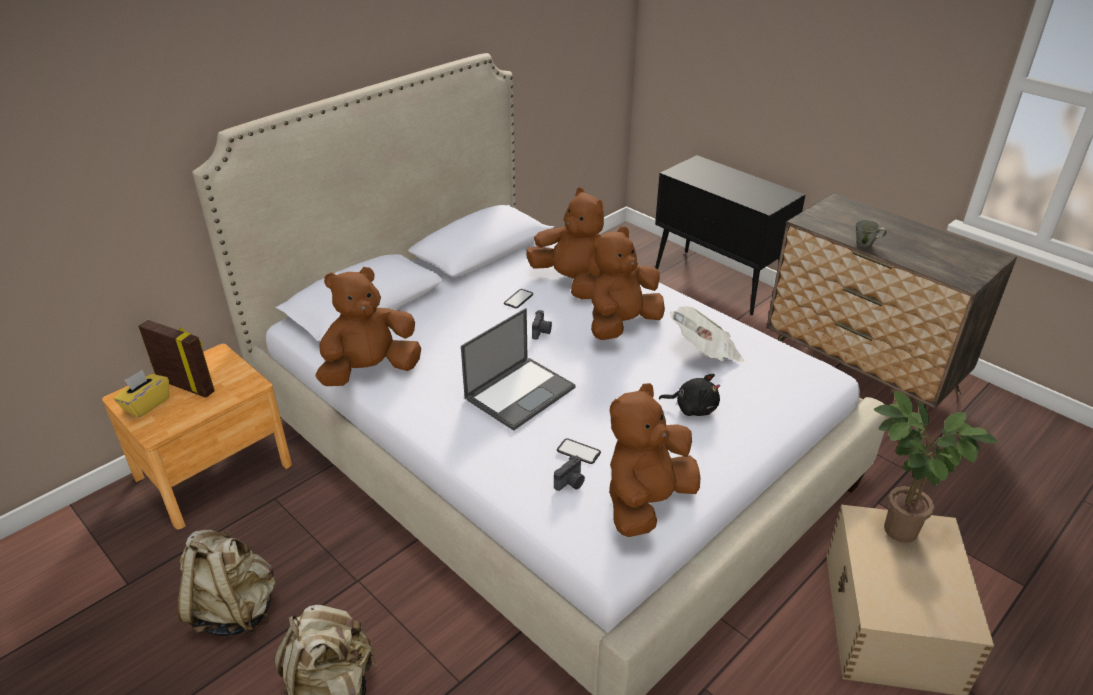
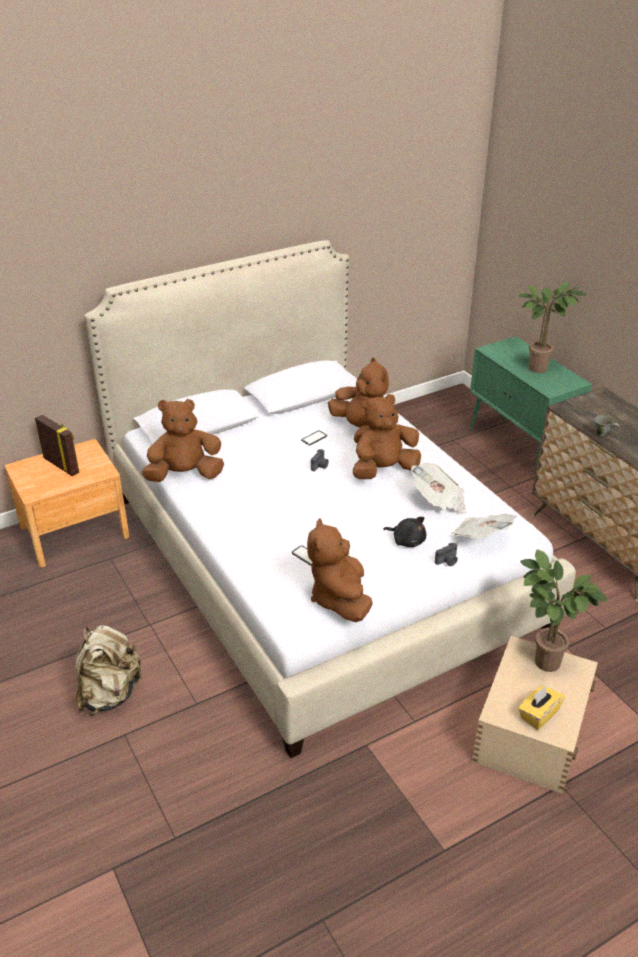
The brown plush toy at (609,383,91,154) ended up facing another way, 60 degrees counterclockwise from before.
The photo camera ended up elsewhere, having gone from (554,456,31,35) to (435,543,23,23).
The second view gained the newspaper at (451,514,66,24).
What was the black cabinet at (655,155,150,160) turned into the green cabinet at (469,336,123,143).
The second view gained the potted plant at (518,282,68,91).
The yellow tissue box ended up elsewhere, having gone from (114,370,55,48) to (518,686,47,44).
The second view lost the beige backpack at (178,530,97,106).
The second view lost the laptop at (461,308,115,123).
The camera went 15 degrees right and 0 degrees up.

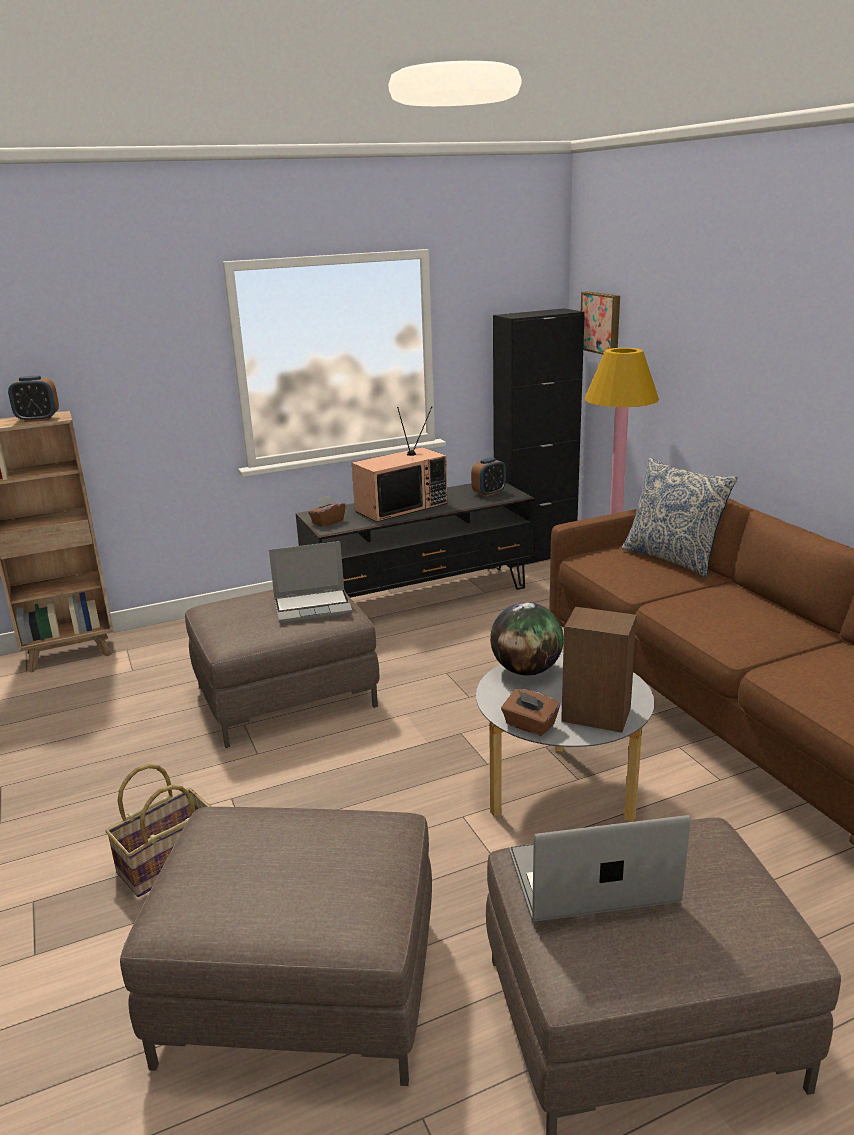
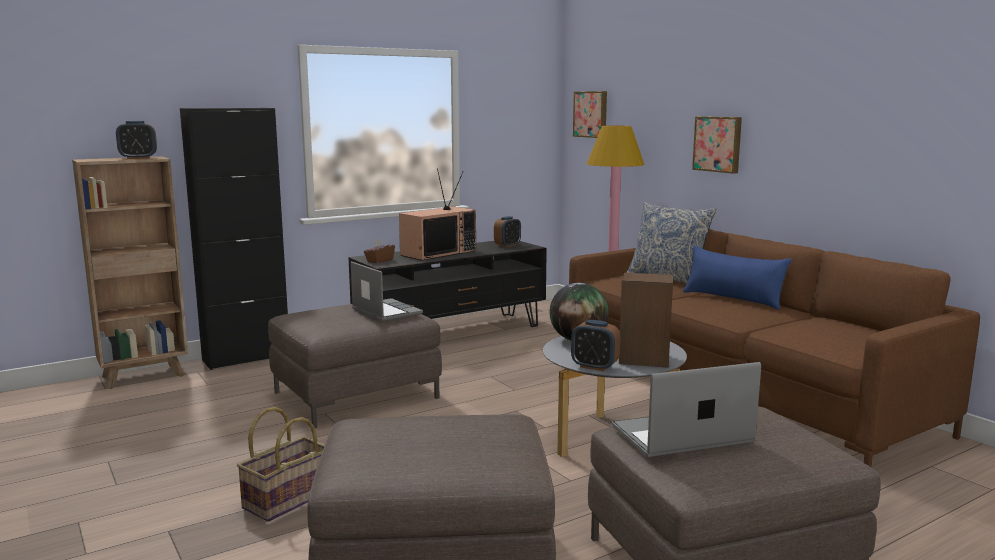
The black cabinet ended up elsewhere, having gone from (493,308,92,260) to (180,108,108,262).
The laptop at (269,541,83,83) ended up facing another way, 105 degrees counterclockwise from before.
Where the brown tissue box stood at (501,689,59,47), the alarm clock came to stand at (571,320,50,51).
The second view gained the blue pillow at (683,246,109,64).
The second view gained the picture at (692,116,50,58).
The camera went 10 degrees left and 10 degrees down.

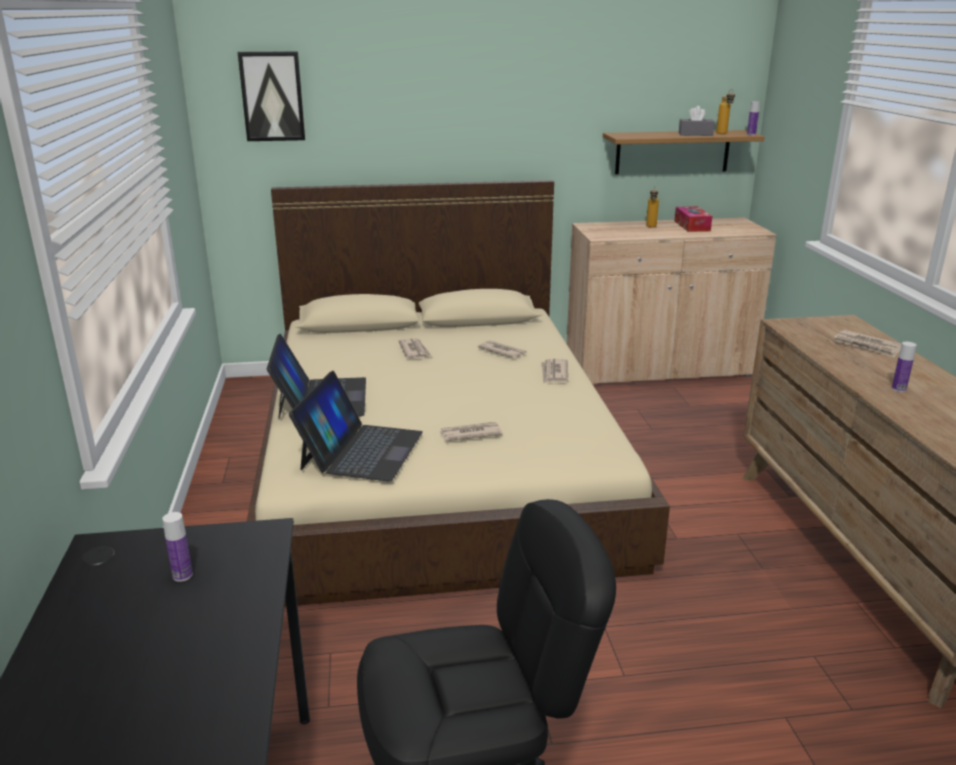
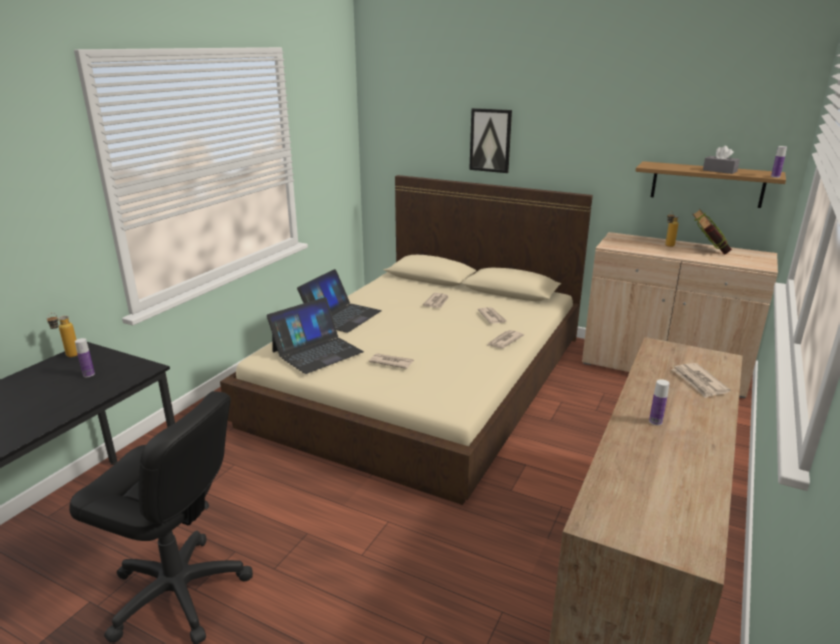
The bottle ended up elsewhere, having gone from (716,89,19,45) to (47,313,31,44).
The picture ended up elsewhere, having gone from (238,51,67,90) to (469,108,43,65).
Where the tissue box stood at (675,206,37,26), the book came to stand at (693,210,39,45).
The camera went 35 degrees right and 0 degrees up.

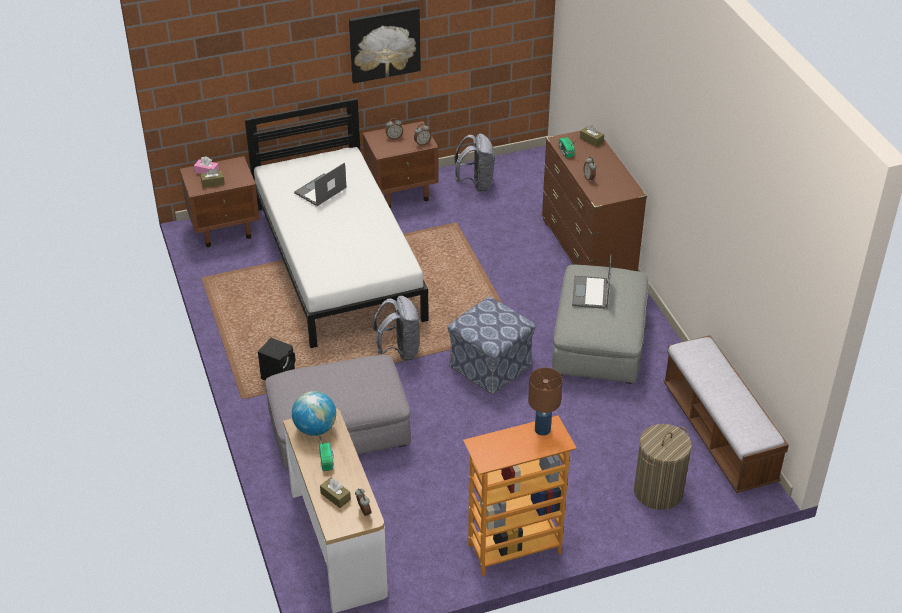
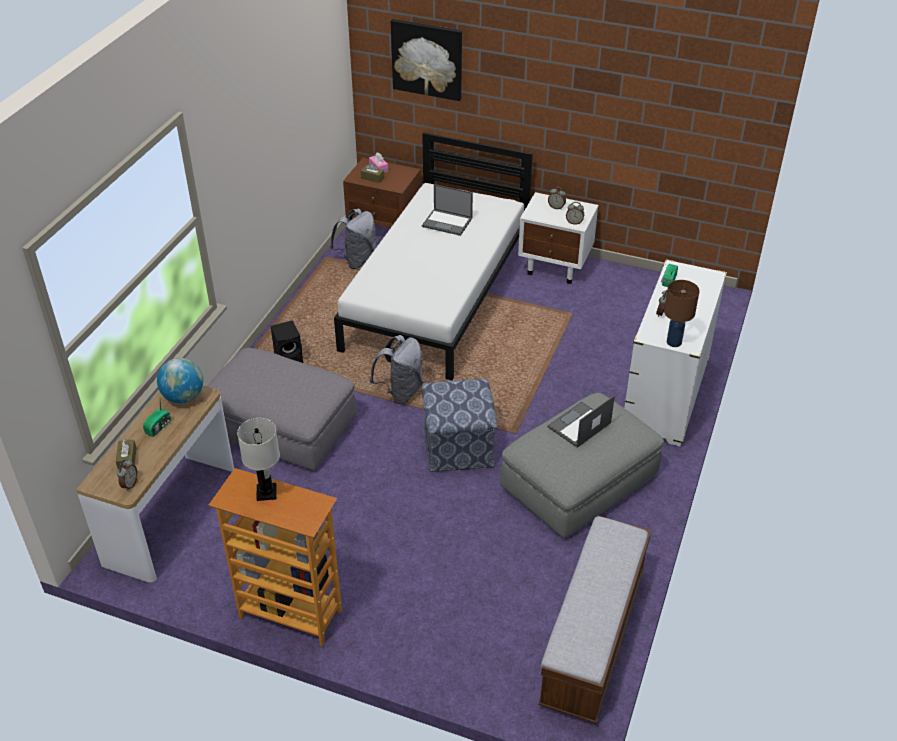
The second view gained the white table lamp at (237,418,43,83).
The grey backpack ended up elsewhere, having gone from (454,133,41,59) to (330,209,46,60).
The picture ended up elsewhere, having gone from (349,7,72,76) to (391,19,71,82).
The laptop at (294,162,53,44) ended up facing another way, 150 degrees counterclockwise from before.
What was the brown nightstand at (363,121,76,88) turned into the white nightstand at (518,192,80,92).
What was the brown dresser at (542,127,105,144) turned into the white dresser at (624,259,103,187).
The brown table lamp ended up elsewhere, having gone from (528,368,34,68) to (664,280,36,67).
The second view lost the brown tissue box at (580,125,24,22).
The second view lost the laundry basket at (634,424,58,86).
The camera went 40 degrees right and 0 degrees up.

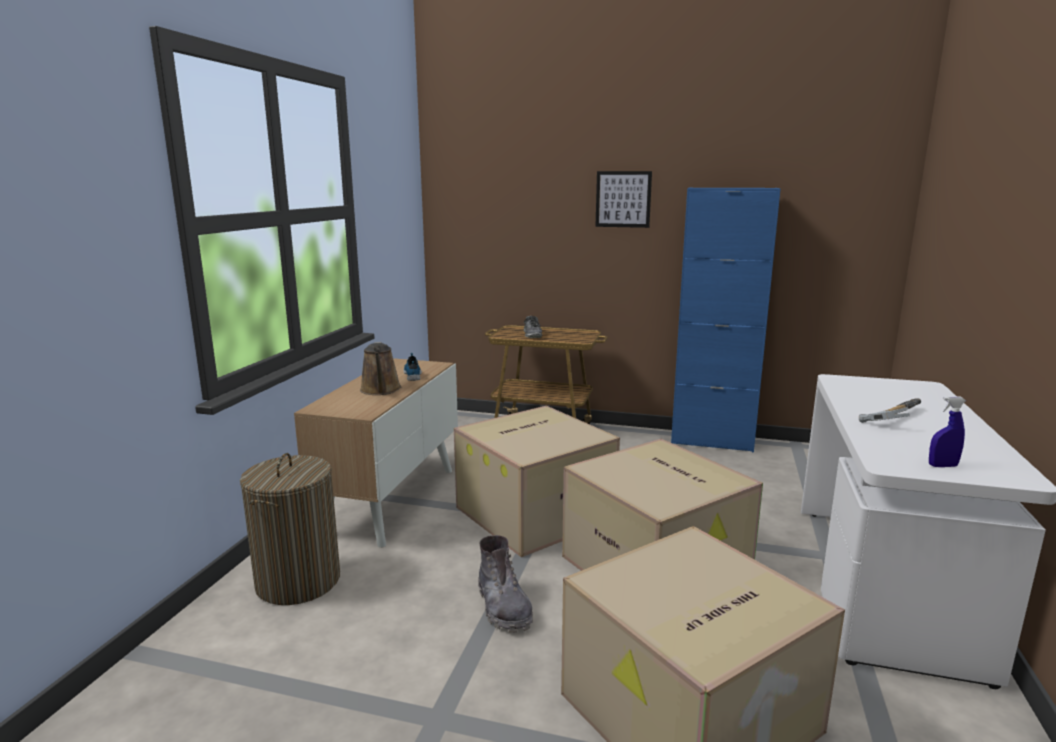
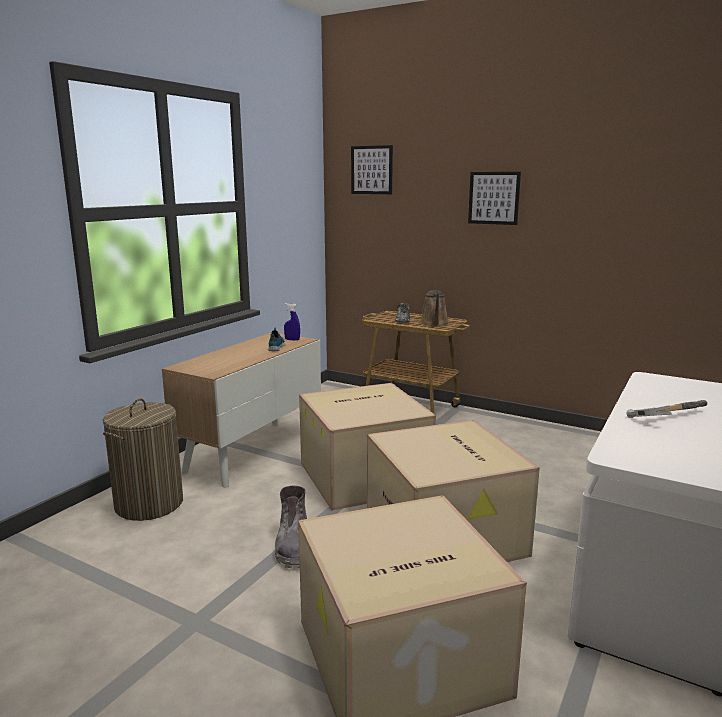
The blue spray bottle ended up elsewhere, having gone from (929,396,37,71) to (284,303,16,38).
The second view gained the picture at (351,145,42,49).
The brown watering can ended up elsewhere, having gone from (360,342,41,53) to (420,290,29,37).
The second view lost the blue cabinet at (671,188,110,265).
The camera went 15 degrees right and 0 degrees up.

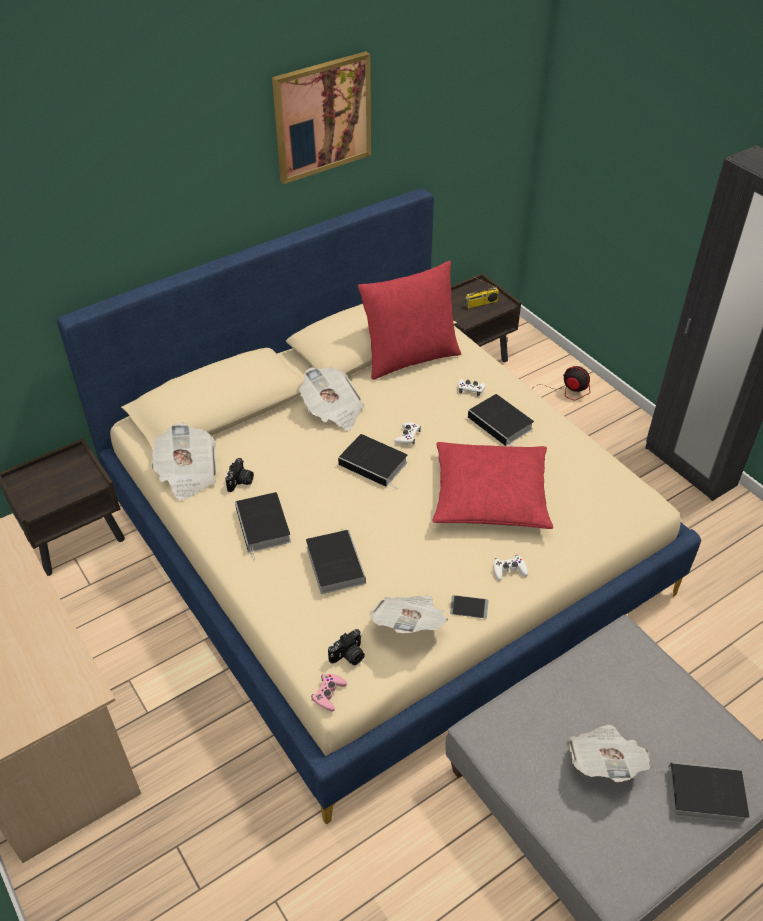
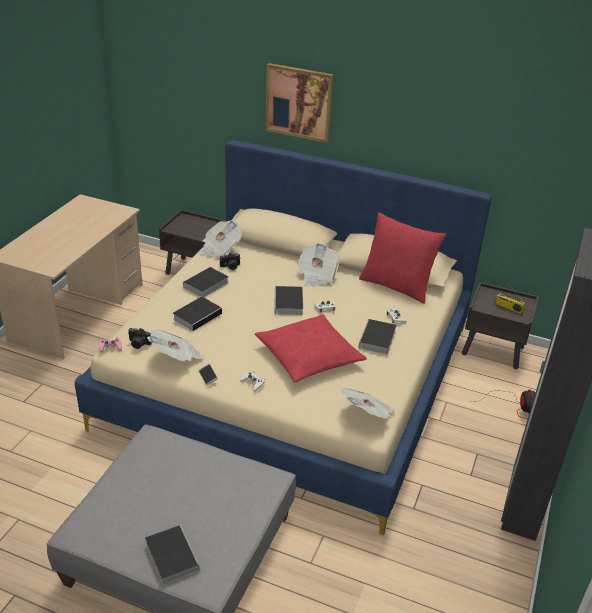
The picture ended up elsewhere, having gone from (272,51,99,133) to (265,63,69,80).
The newspaper ended up elsewhere, having gone from (569,725,81,57) to (341,388,54,31).
The camera went 55 degrees right and 10 degrees down.

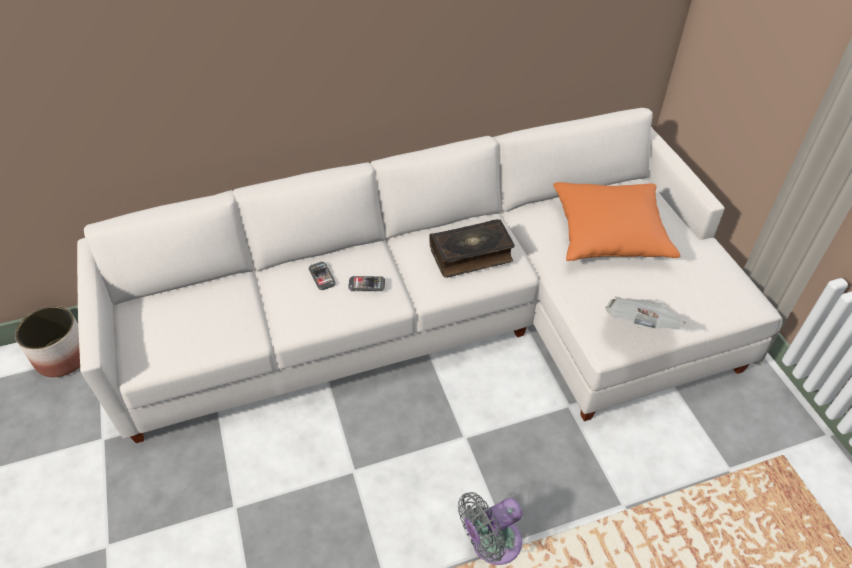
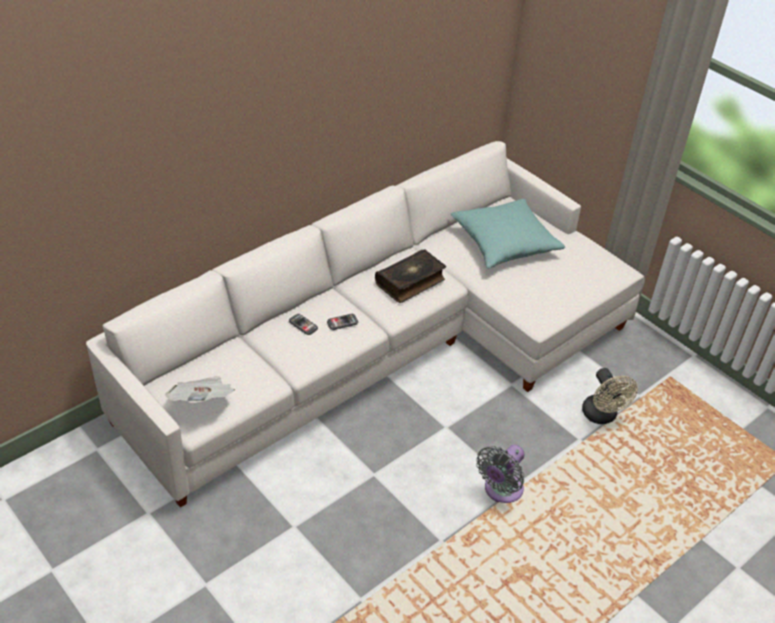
The newspaper ended up elsewhere, having gone from (605,297,81,33) to (165,376,70,27).
What was the orange pillow at (553,182,127,79) turned into the turquoise pillow at (451,199,114,70).
The second view gained the beige fan at (582,368,56,56).
The second view lost the planter at (15,306,65,71).
The camera went 25 degrees left and 5 degrees down.

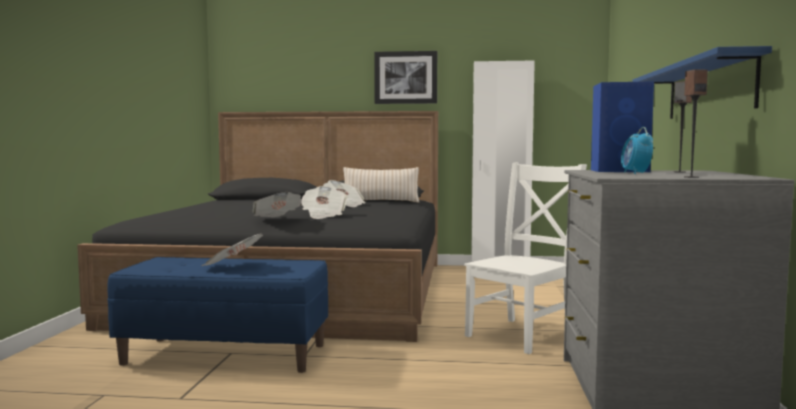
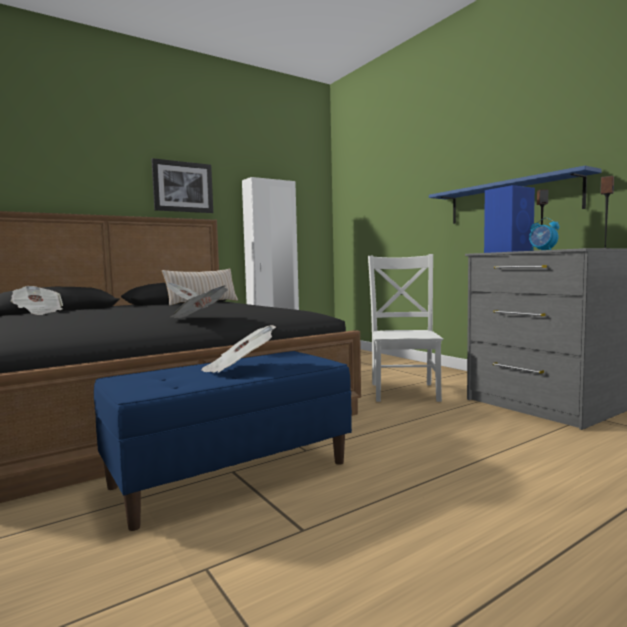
The newspaper ended up elsewhere, having gone from (301,186,47,33) to (11,286,52,29).
The camera went 40 degrees left and 0 degrees up.

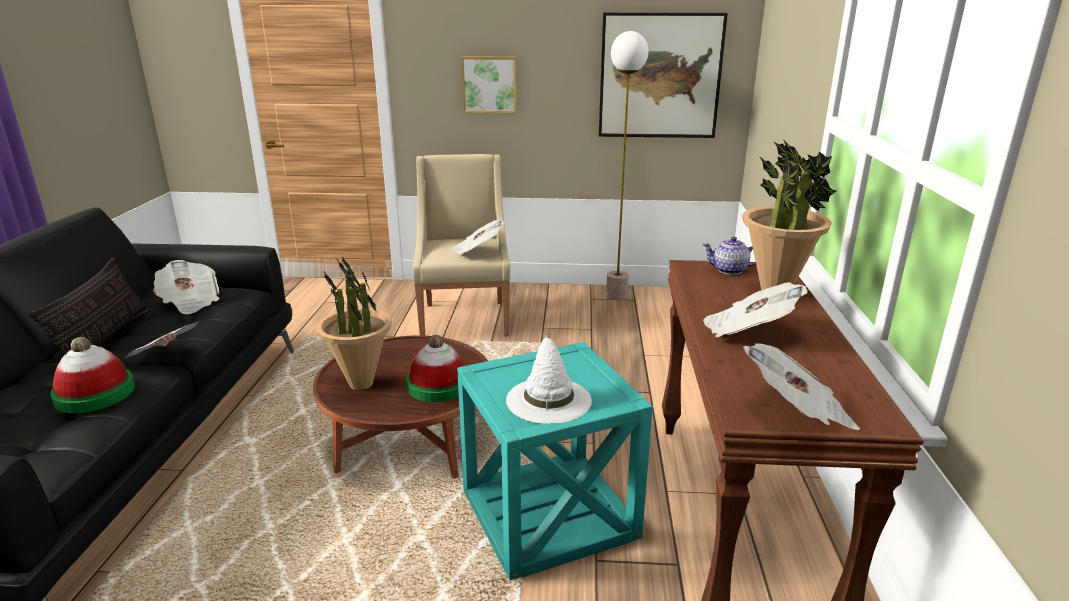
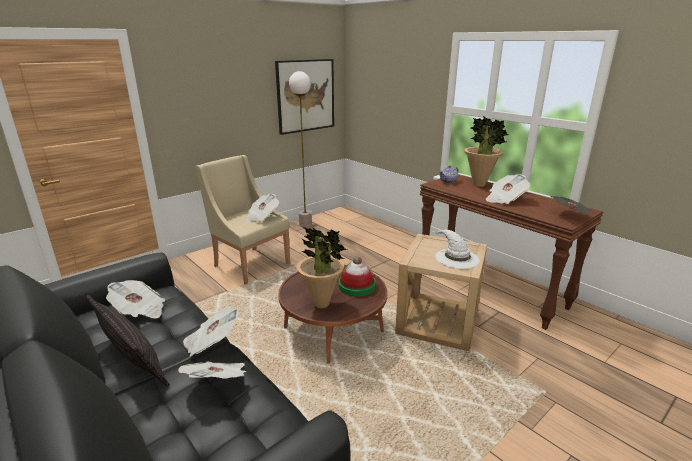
Where the hat stood at (50,337,85,76), the newspaper came to stand at (178,361,68,18).
What was the turquoise side table at (457,342,196,238) turned into the beige side table at (395,234,92,117).
The second view lost the picture at (461,56,56,57).
The camera went 45 degrees left and 0 degrees up.

